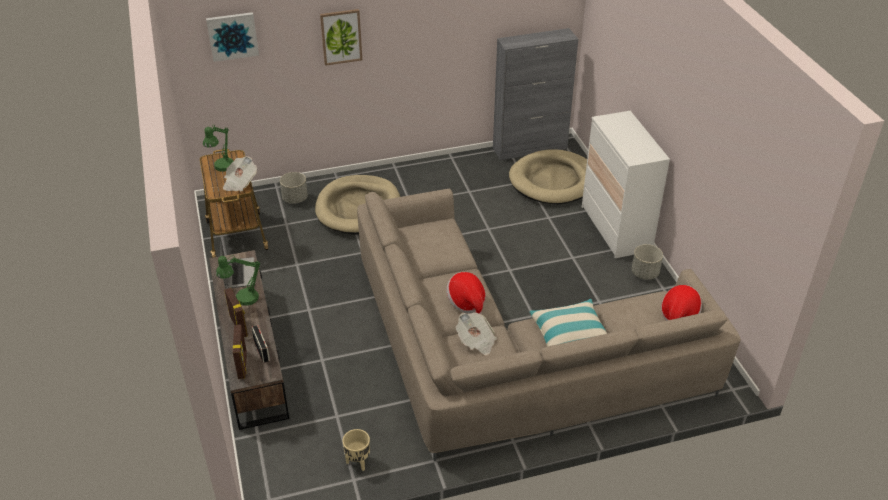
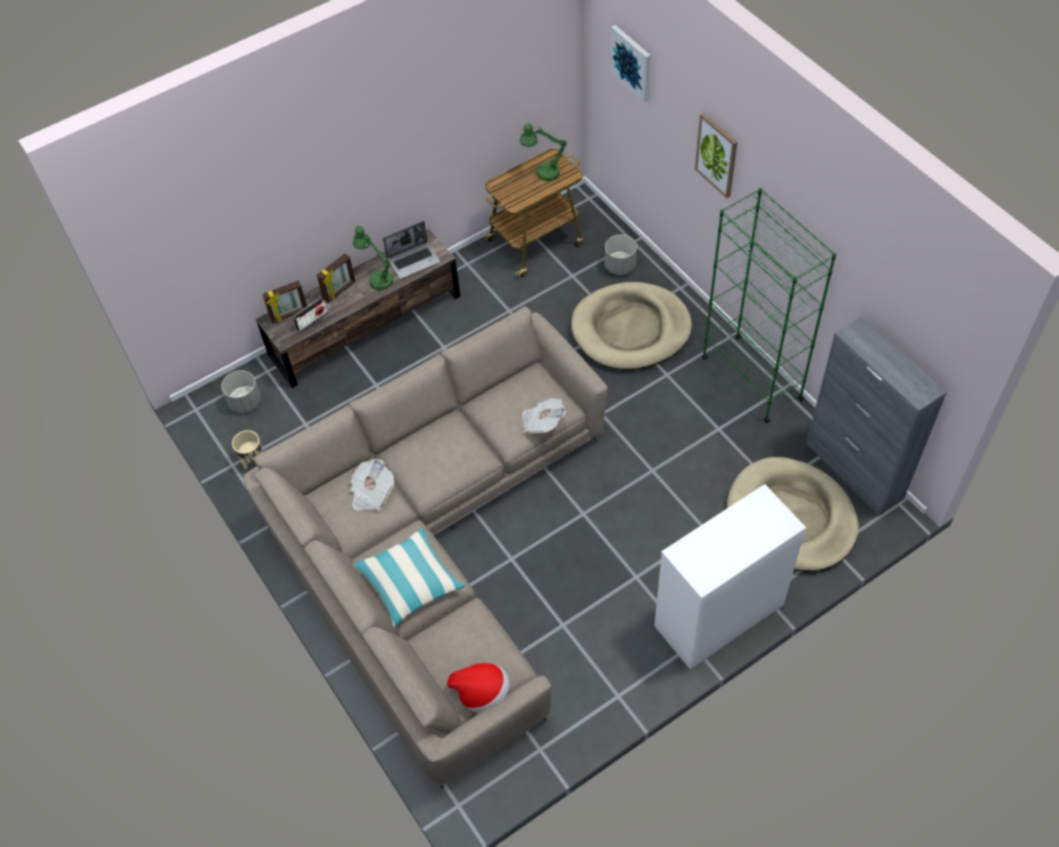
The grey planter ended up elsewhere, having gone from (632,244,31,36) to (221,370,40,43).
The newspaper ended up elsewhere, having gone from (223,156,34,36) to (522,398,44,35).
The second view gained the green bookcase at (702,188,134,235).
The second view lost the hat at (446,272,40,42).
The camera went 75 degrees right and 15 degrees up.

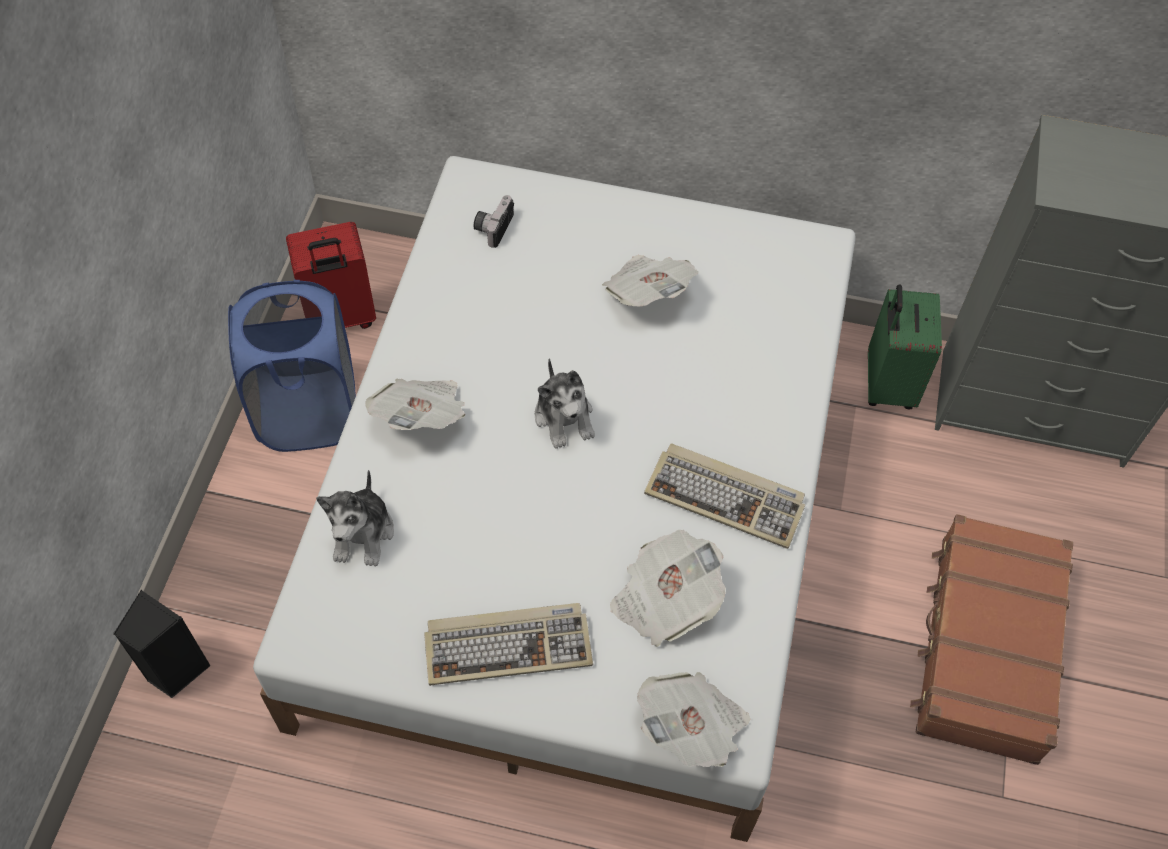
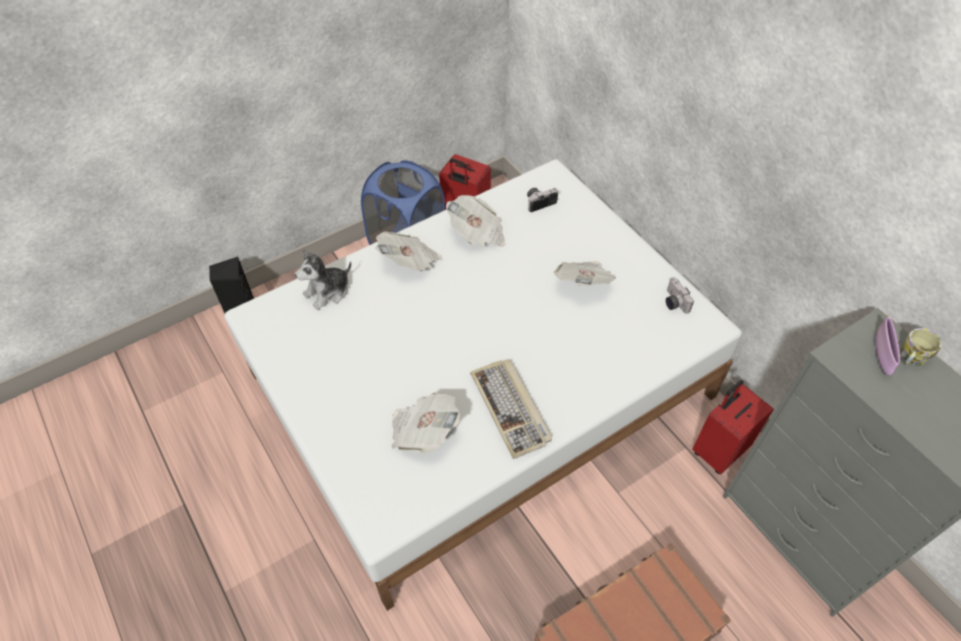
The newspaper ended up elsewhere, having gone from (637,672,113,95) to (446,195,59,52).
The second view gained the photo camera at (666,277,28,37).
What was the green suitcase at (868,284,74,125) turned into the red suitcase at (692,380,82,94).
The second view gained the purple bowl at (875,317,25,59).
The second view gained the mug at (900,328,42,38).
The second view lost the keyboard at (424,603,169,83).
The second view lost the plush toy at (535,358,60,91).
The camera went 45 degrees right and 5 degrees down.

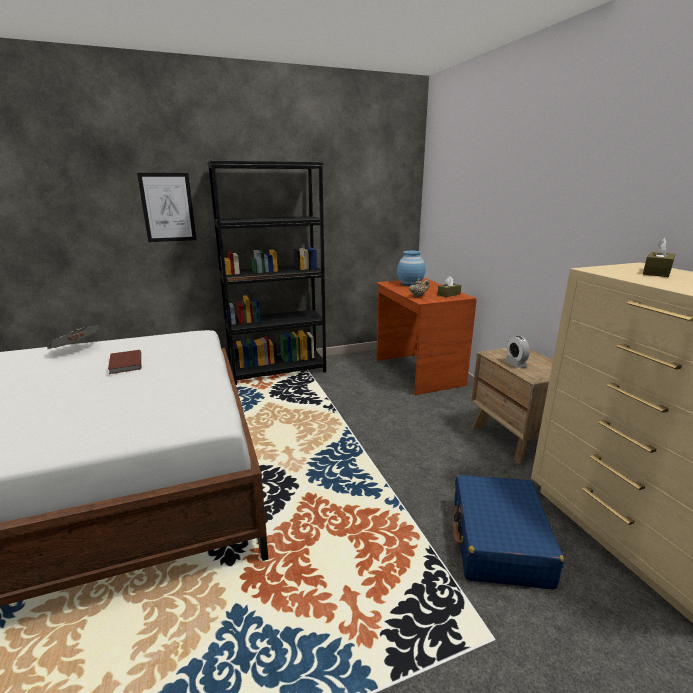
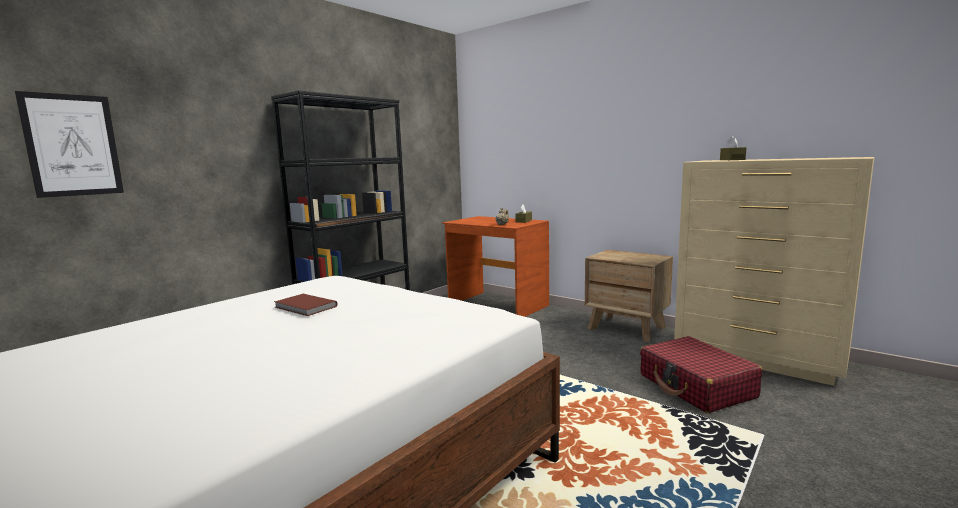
The picture ended up elsewhere, having gone from (137,173,59,69) to (15,91,109,107).
What was the blue suitcase at (453,475,111,115) turned into the red suitcase at (640,336,122,77).
The second view lost the newspaper at (47,325,52,24).
The second view lost the blue vase at (397,251,29,35).
The second view lost the alarm clock at (504,336,26,32).
The camera went 30 degrees left and 10 degrees down.

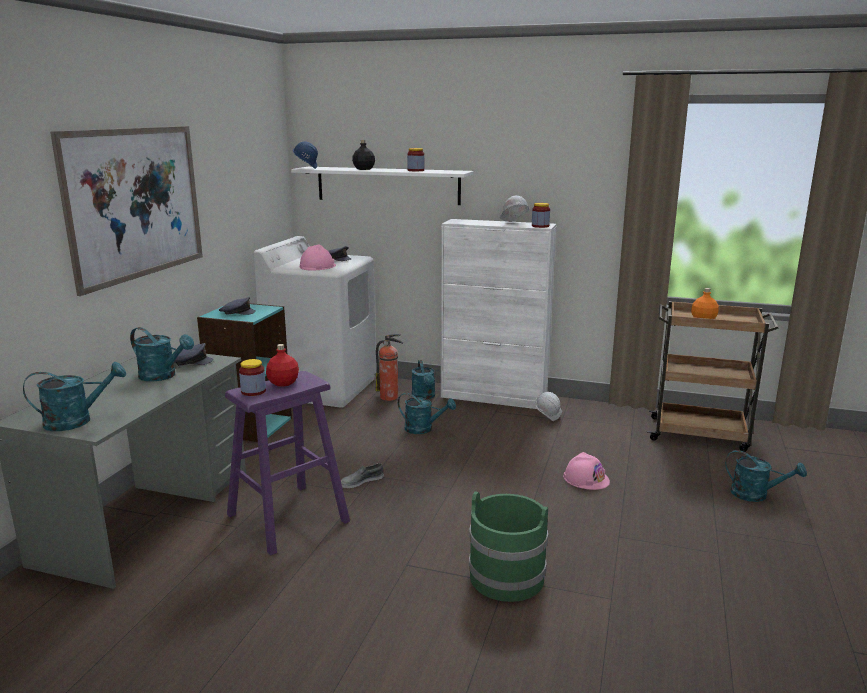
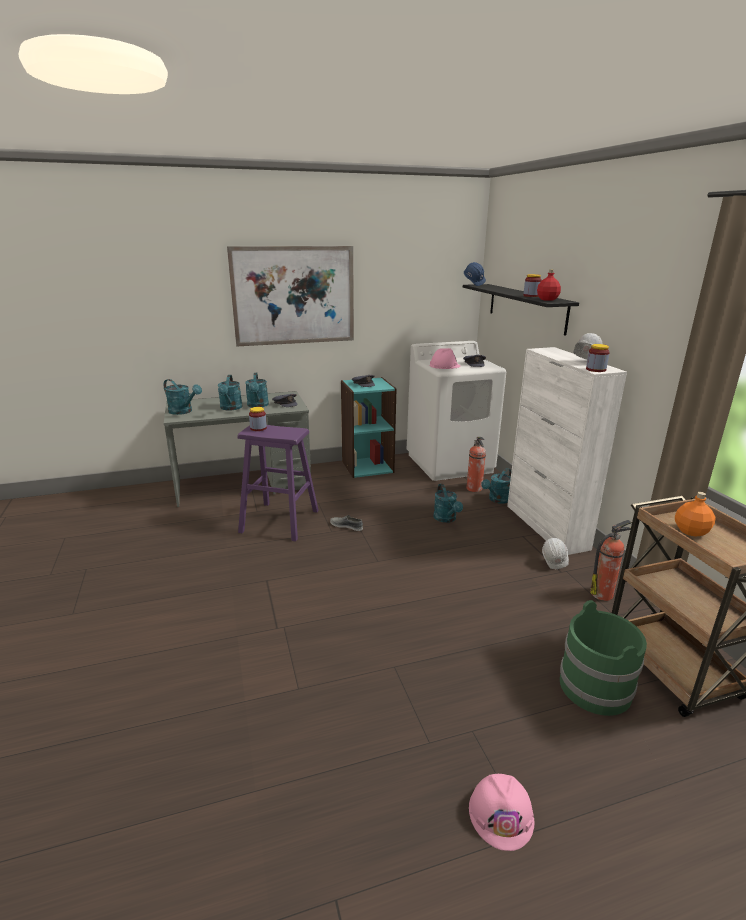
The turquoise watering can ended up elsewhere, having gone from (725,450,82,52) to (218,375,25,36).
What was the white shelf at (291,167,183,38) turned into the black shelf at (463,284,116,52).
The pink hard hat ended up elsewhere, having gone from (563,452,47,38) to (469,774,65,77).
The red bottle ended up elsewhere, having gone from (266,344,33,43) to (537,270,24,31).
The green bucket ended up elsewhere, having gone from (469,491,79,111) to (560,600,87,116).
The second view gained the fire extinguisher at (590,520,42,81).
The second view lost the black bottle at (352,140,23,30).
The camera went 55 degrees right and 5 degrees up.

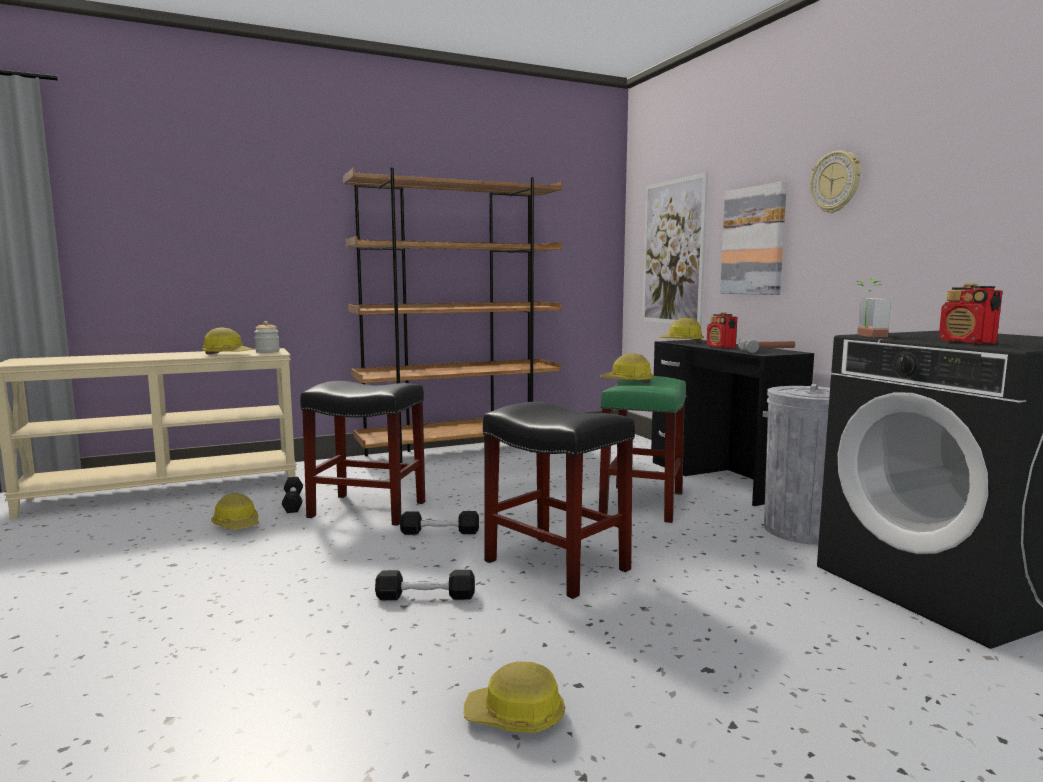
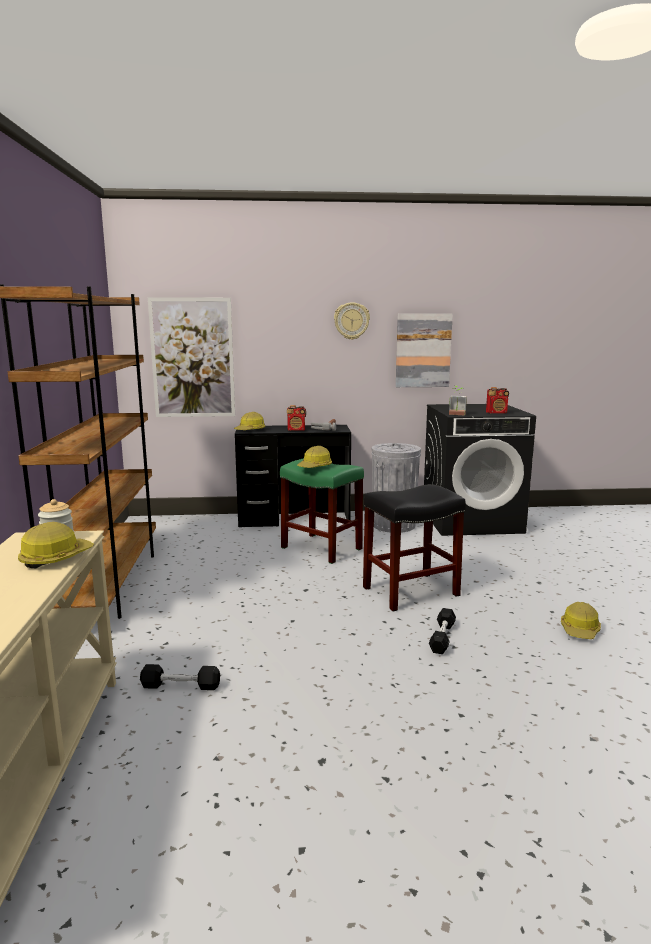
The picture ended up elsewhere, having gone from (720,182,67,113) to (396,313,57,74).
The second view lost the hard hat at (211,493,48,37).
The second view lost the black stool at (300,381,125,145).
The second view lost the black dumbbell at (400,511,79,24).
The camera went 70 degrees left and 5 degrees up.

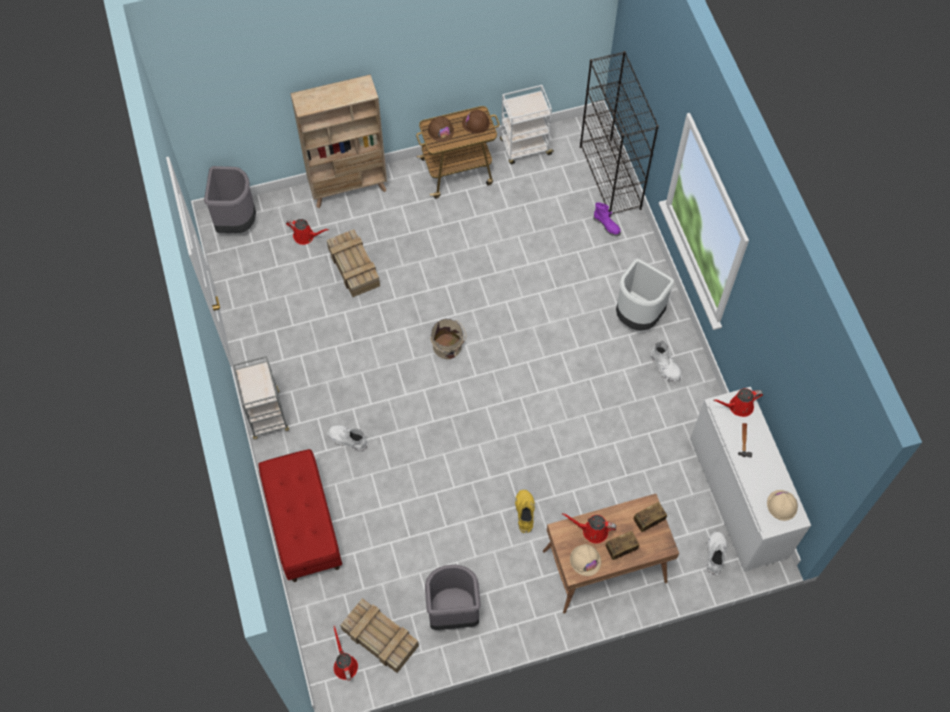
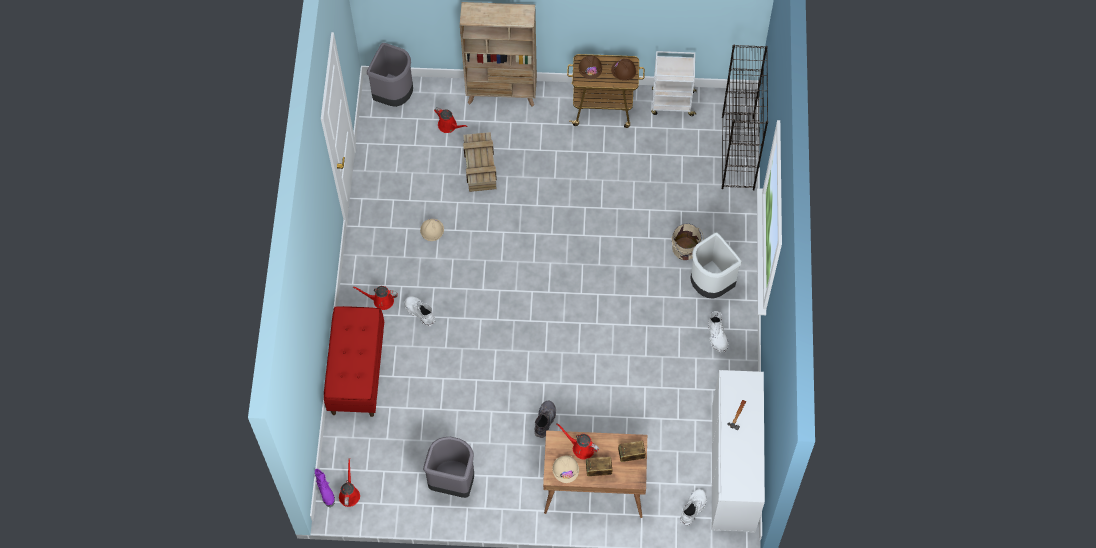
The purple boot ended up elsewhere, having gone from (593,202,28,35) to (315,469,20,38).
The red watering can ended up elsewhere, having gone from (713,388,50,29) to (353,286,45,24).
The beige hard hat ended up elsewhere, having gone from (767,490,31,31) to (420,219,24,22).
What was the yellow boot at (515,490,20,43) turned into the grey boot at (535,401,21,37).
The beige bucket ended up elsewhere, having gone from (430,319,36,40) to (672,223,32,37).
The second view lost the grey cart at (233,356,56,83).
The second view lost the crate at (340,598,79,75).
The camera went 20 degrees right and 0 degrees up.

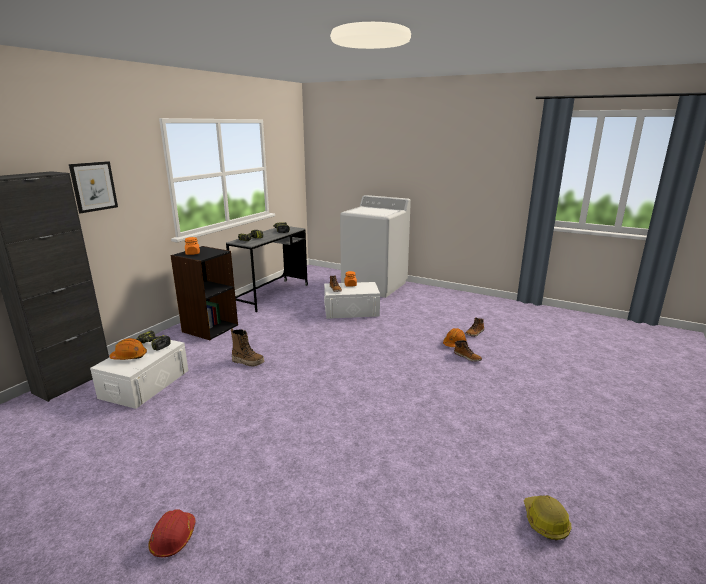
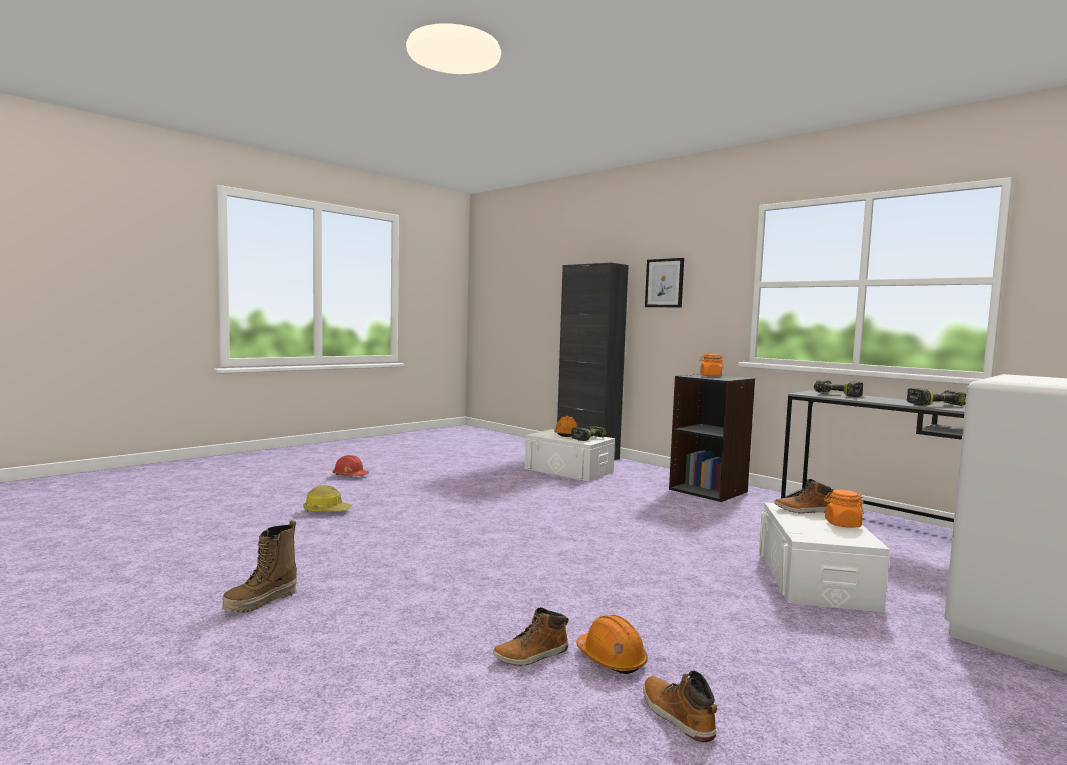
The boot ended up elsewhere, having gone from (231,328,33,39) to (222,520,75,93).
The hard hat ended up elsewhere, having gone from (524,495,47,46) to (303,485,49,26).
The camera went 105 degrees right and 15 degrees down.

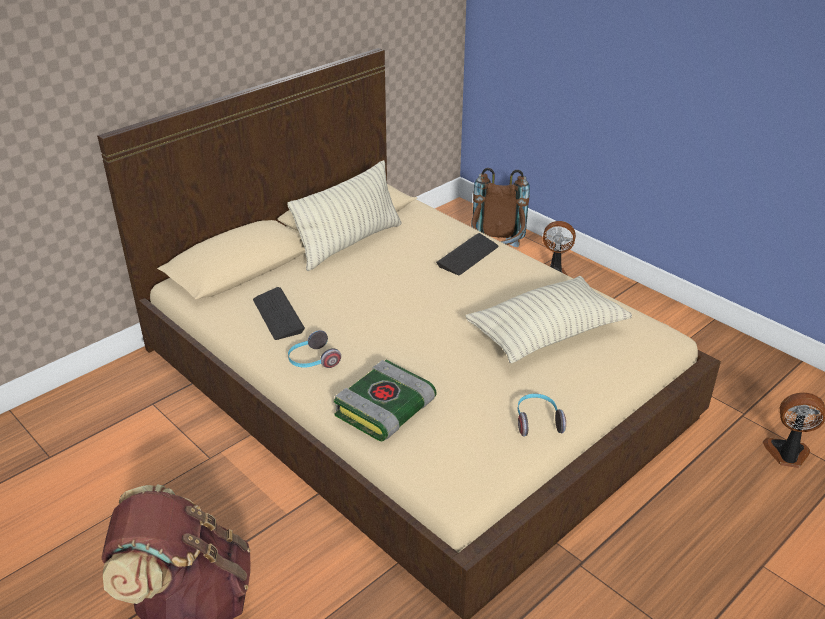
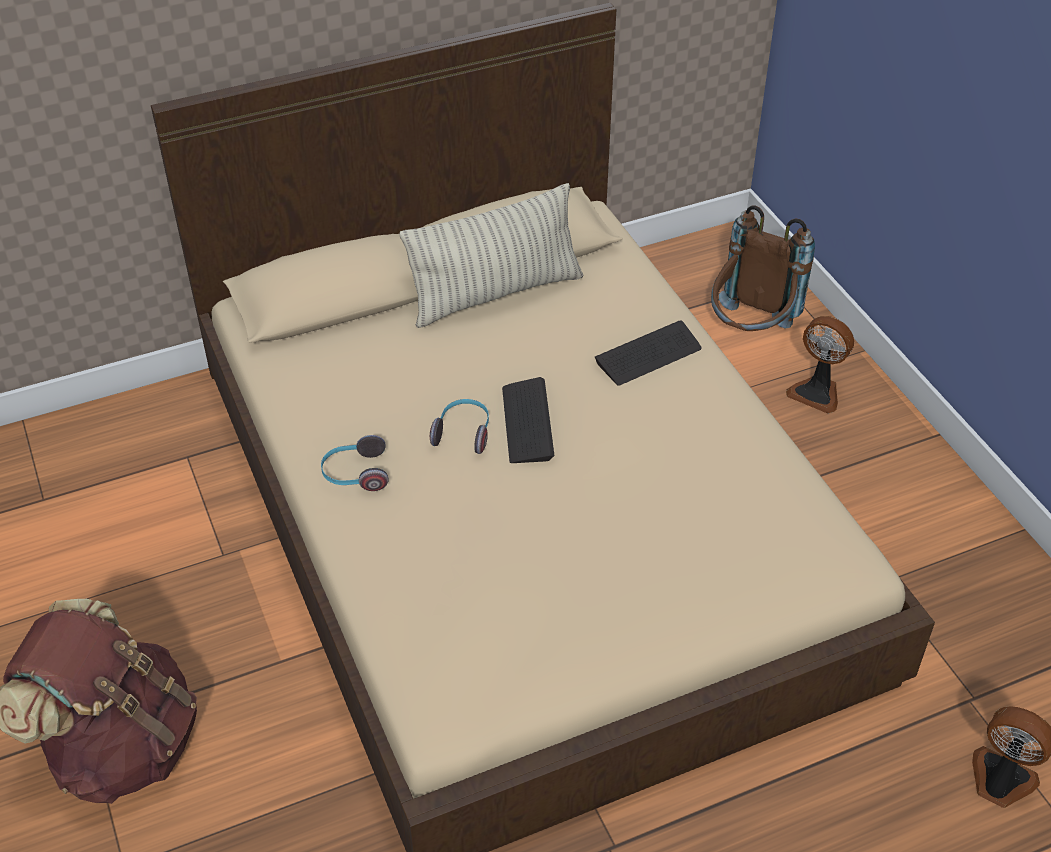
The headphones ended up elsewhere, having gone from (518,394,48,42) to (430,399,59,55).
The keyboard ended up elsewhere, having gone from (253,287,52,53) to (502,377,52,86).
The second view lost the book at (334,360,103,81).
The second view lost the pillow at (465,276,167,87).
The camera went 20 degrees right and 10 degrees up.

